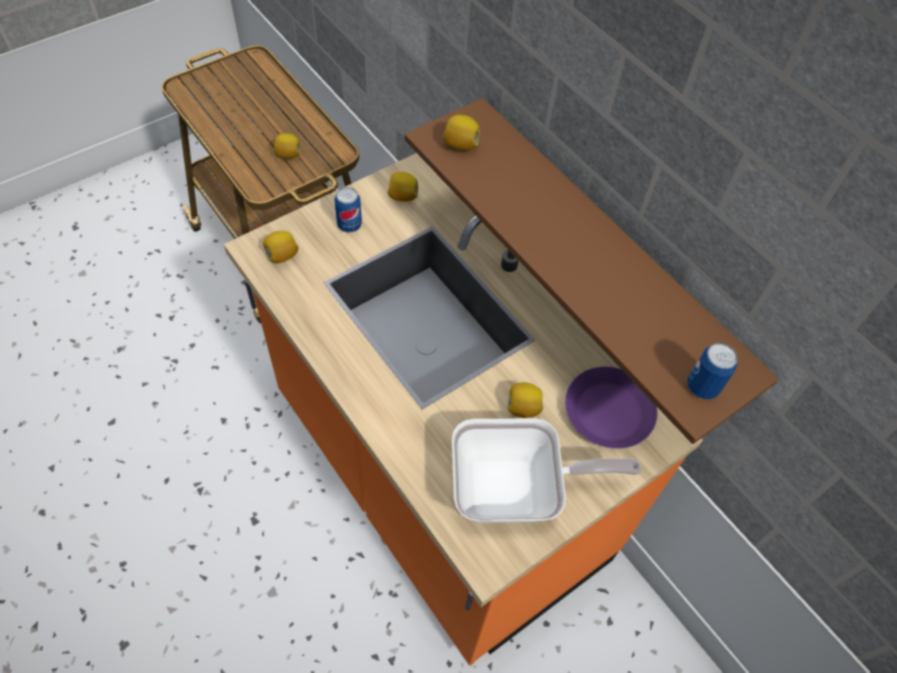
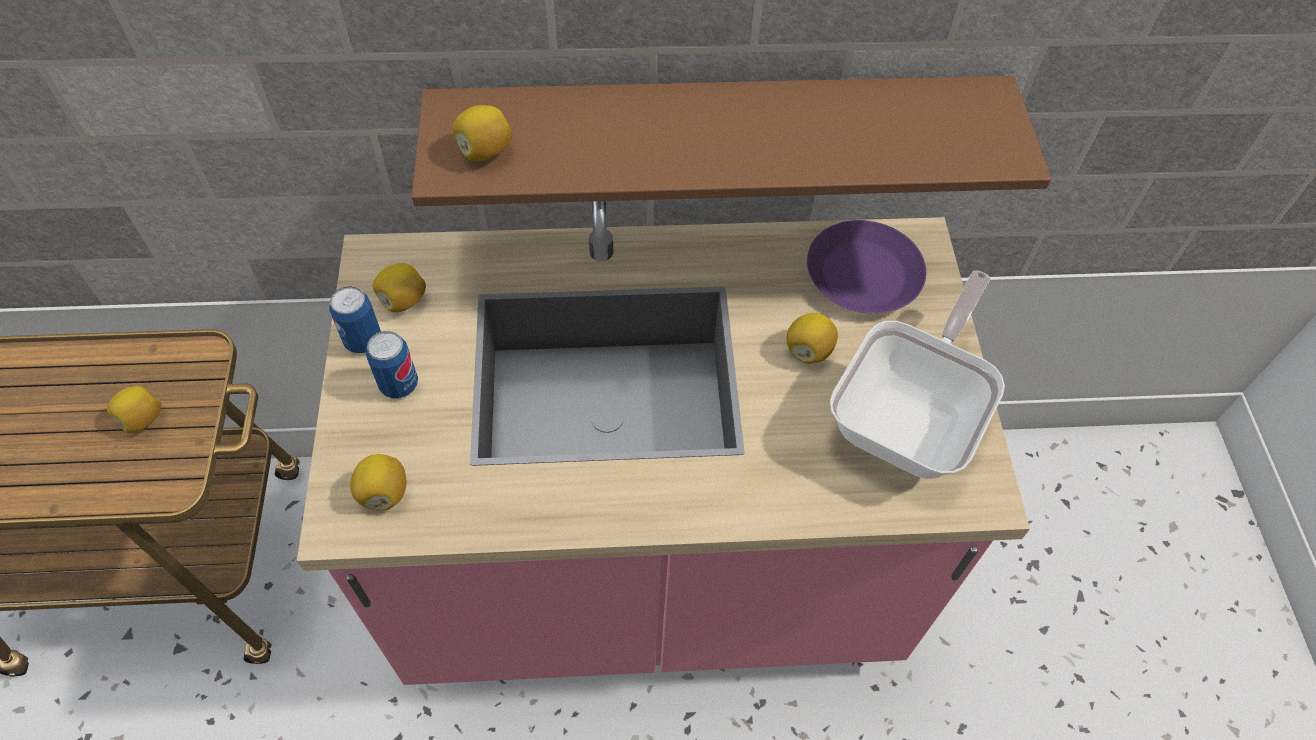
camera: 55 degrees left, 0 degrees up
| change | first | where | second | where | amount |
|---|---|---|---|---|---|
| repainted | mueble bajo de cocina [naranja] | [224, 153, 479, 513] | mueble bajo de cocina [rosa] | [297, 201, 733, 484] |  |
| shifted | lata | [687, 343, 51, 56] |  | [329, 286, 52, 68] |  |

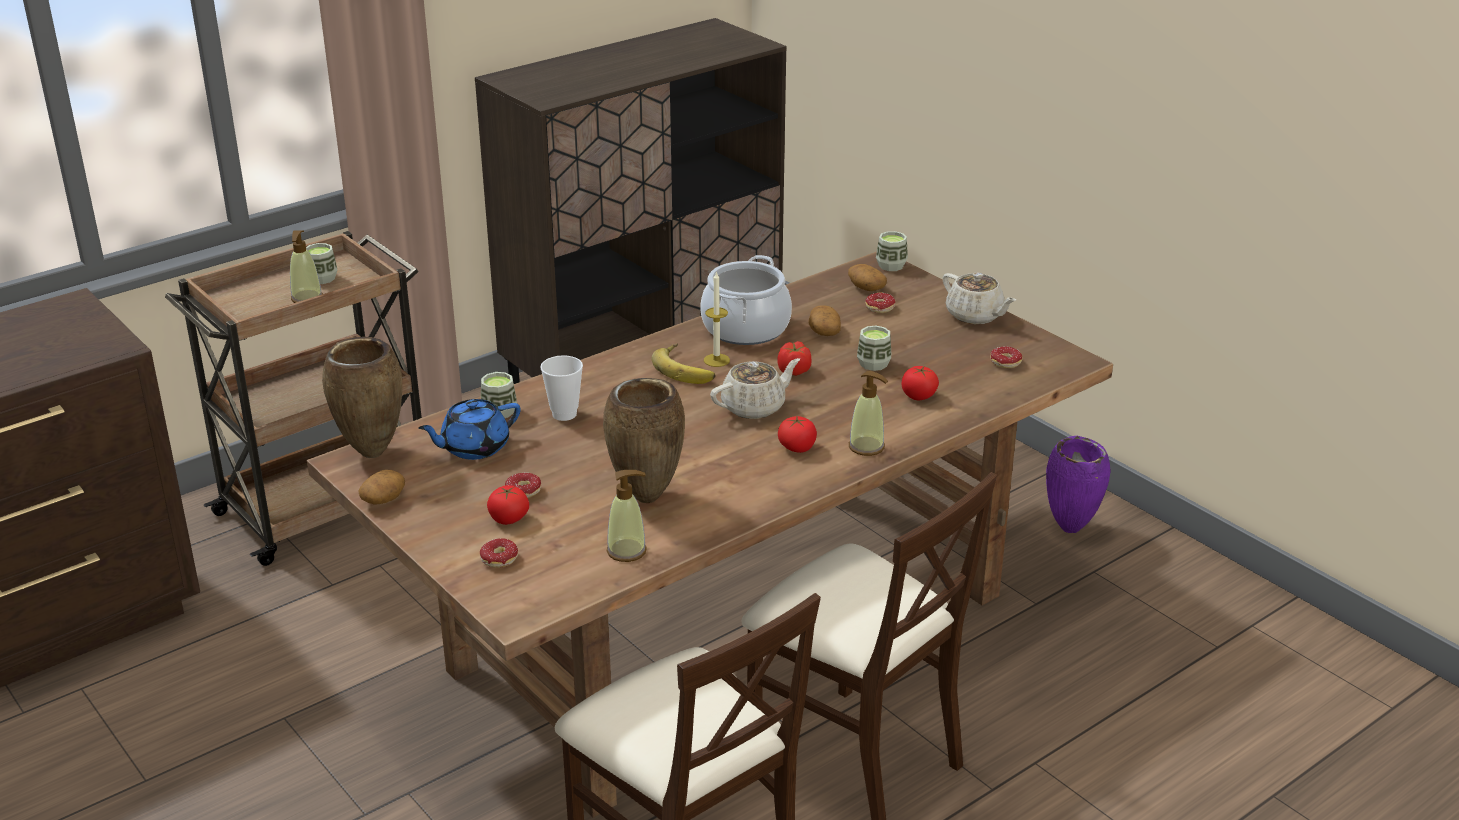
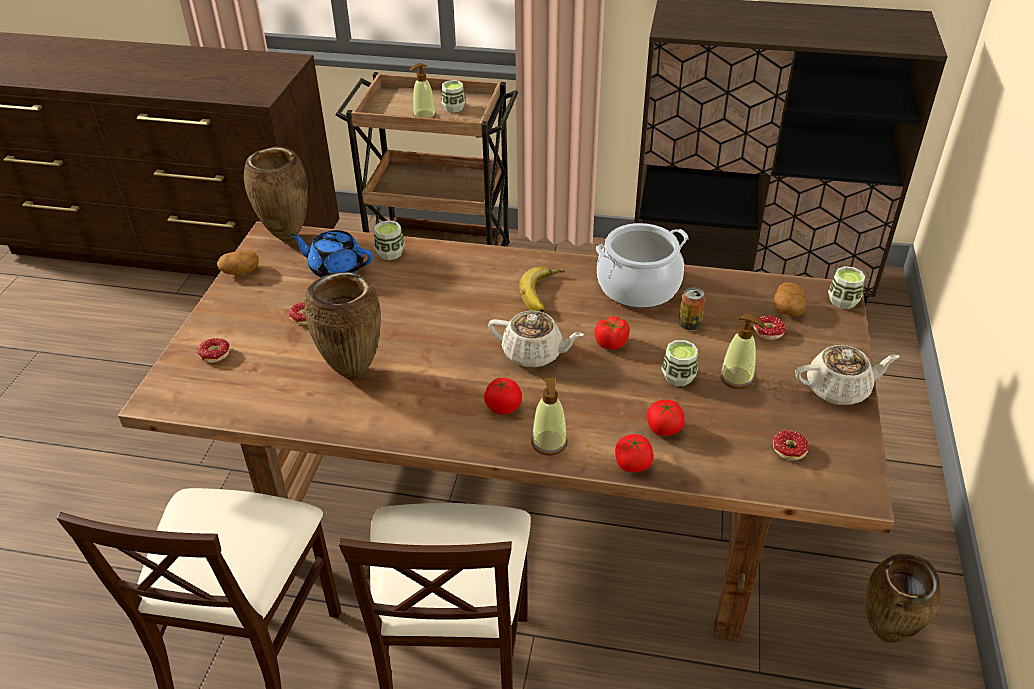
camera: 50 degrees right, 10 degrees up
| change | first | where | second | where | amount |
|---|---|---|---|---|---|
| shifted | tomate | [487, 485, 42, 40] |  | [615, 434, 38, 38] |  |
| swapped | patata | [808, 305, 33, 31] | lata | [679, 287, 27, 43] |  |
| shifted | dispensador de jabón | [607, 470, 40, 92] |  | [720, 313, 45, 76] |  |
| rotated | tetera [beis] | [943, 272, 73, 52] |  | [795, 345, 105, 60] | 105 degrees counterclockwise |
| repainted | florero [morado] | [1046, 436, 65, 97] | florero [marrón] | [866, 554, 76, 89] |  |
| gone | taza | [540, 355, 43, 66] |  |  |  |
| gone | vela | [704, 271, 26, 96] |  |  |  |

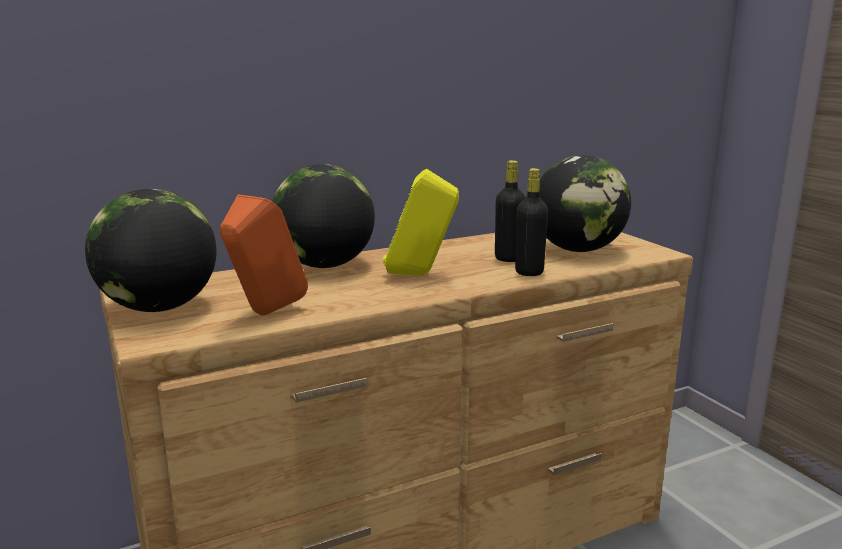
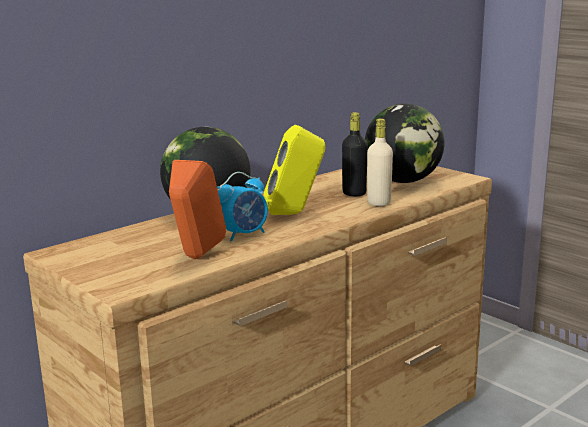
camera: 15 degrees left, 0 degrees up
| change | first | where | second | where | amount |
|---|---|---|---|---|---|
| new |  |  | despertador | [217, 172, 51, 69] |  |
| repainted | botella [negro] | [515, 168, 33, 108] | botella [beis] | [367, 118, 26, 88] |  |
| gone | globo terráqueo | [85, 189, 132, 123] |  |  |  |

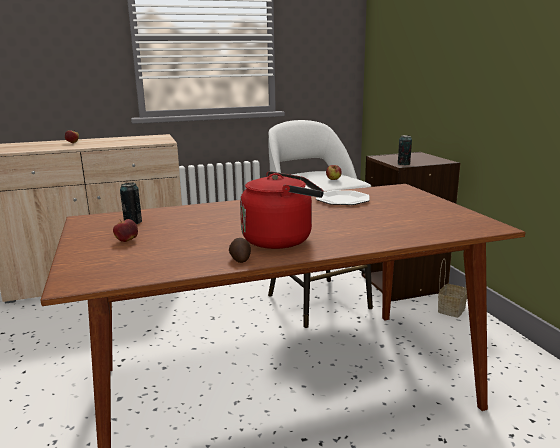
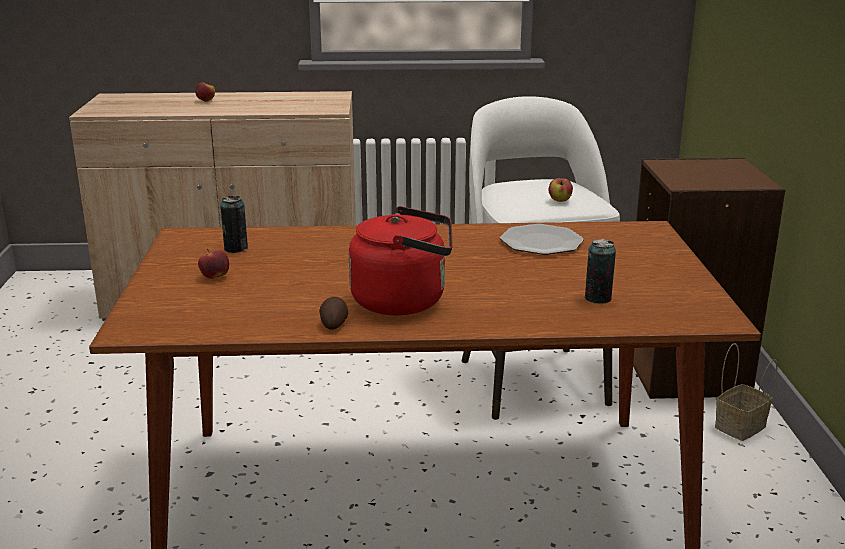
camera: 15 degrees right, 5 degrees up
| change | first | where | second | where | amount |
|---|---|---|---|---|---|
| shifted | lata | [397, 135, 15, 30] |  | [585, 239, 31, 65] |  |

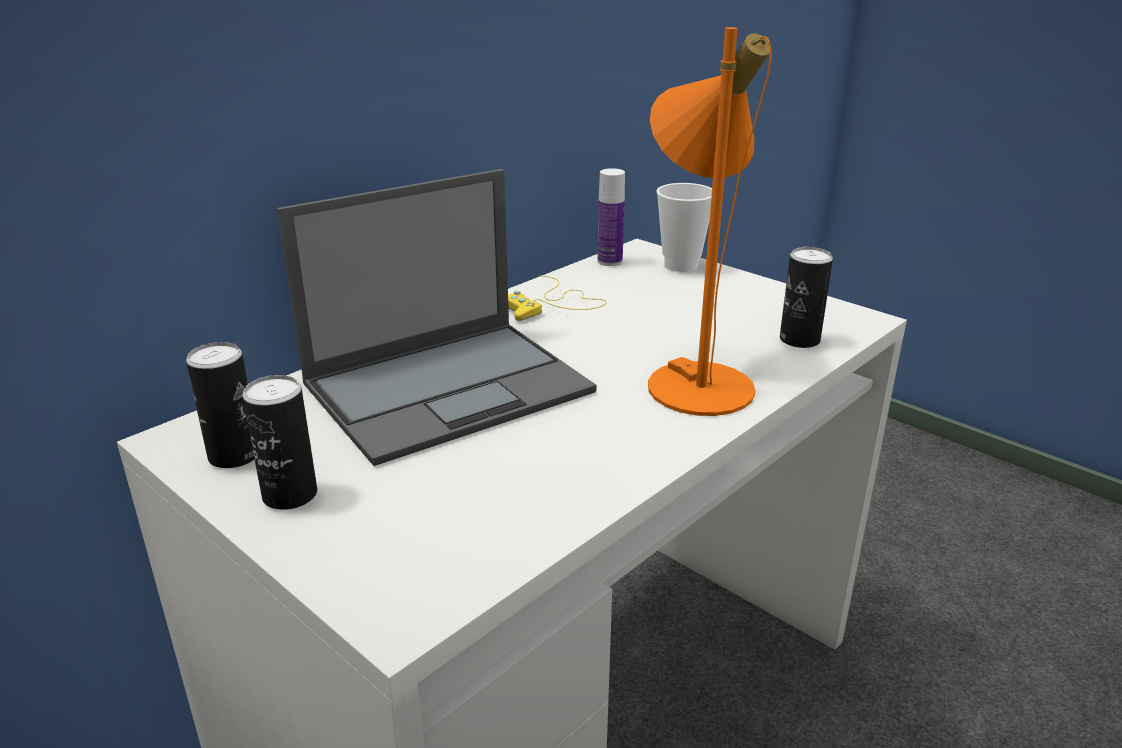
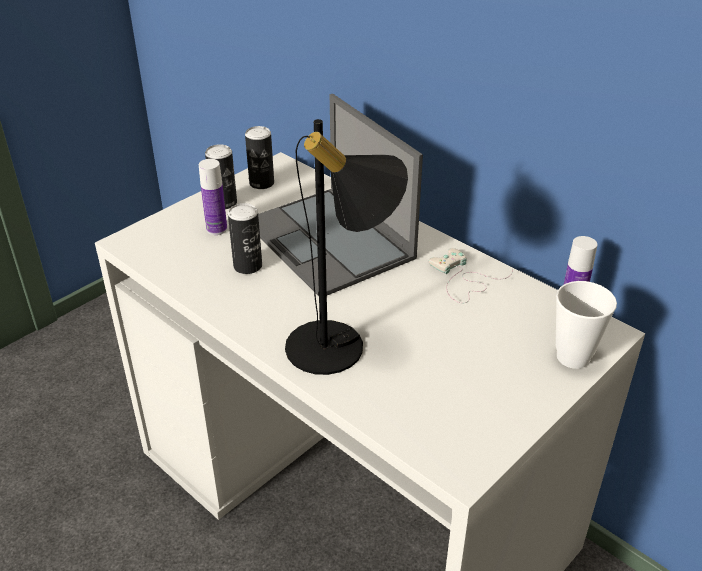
camera: 90 degrees right, 10 degrees up
| change | first | where | second | where | amount |
|---|---|---|---|---|---|
| new |  |  | botella | [199, 159, 28, 76] |  |
| shifted | lata | [780, 247, 53, 101] |  | [228, 203, 34, 71] |  |
| repainted | lámpara de mesa [naranja] | [648, 27, 124, 389] | lámpara de mesa [negro] | [285, 119, 123, 256] |  |
| repainted | mando de consola [amarillo] | [508, 275, 99, 46] | mando de consola [blanco] | [428, 248, 85, 55] |  |

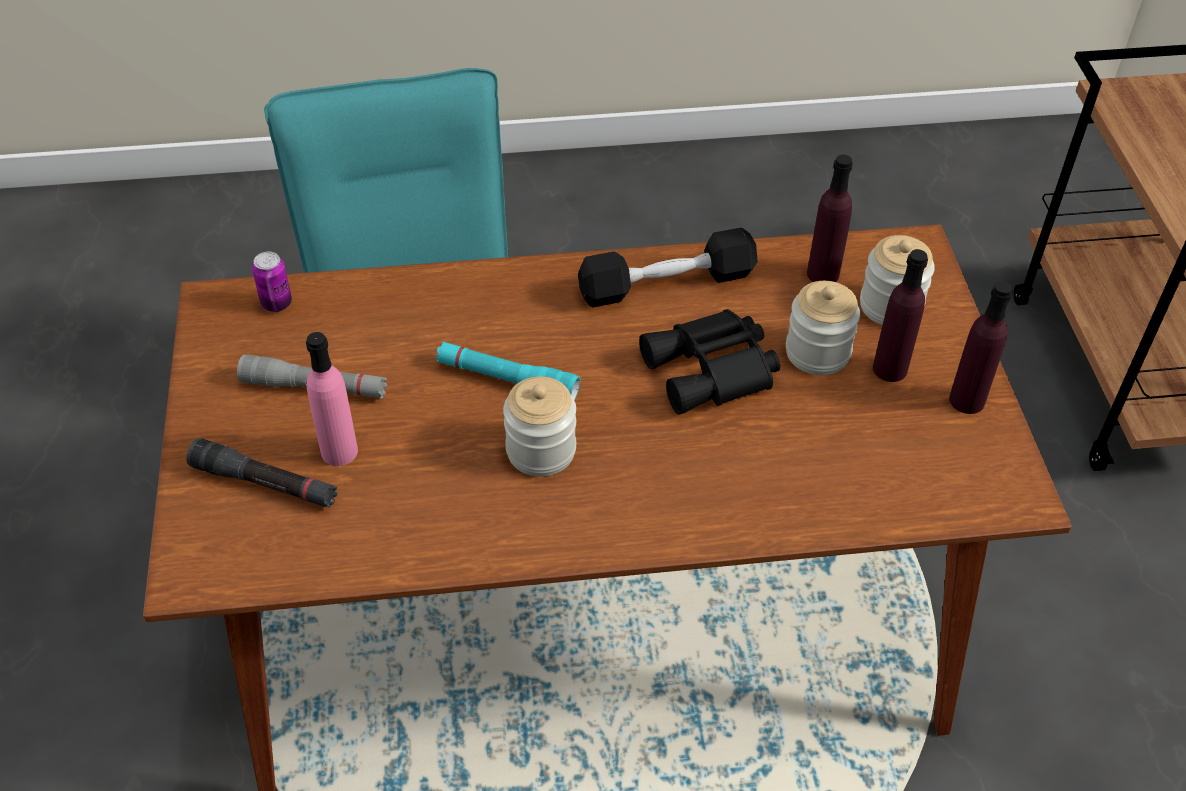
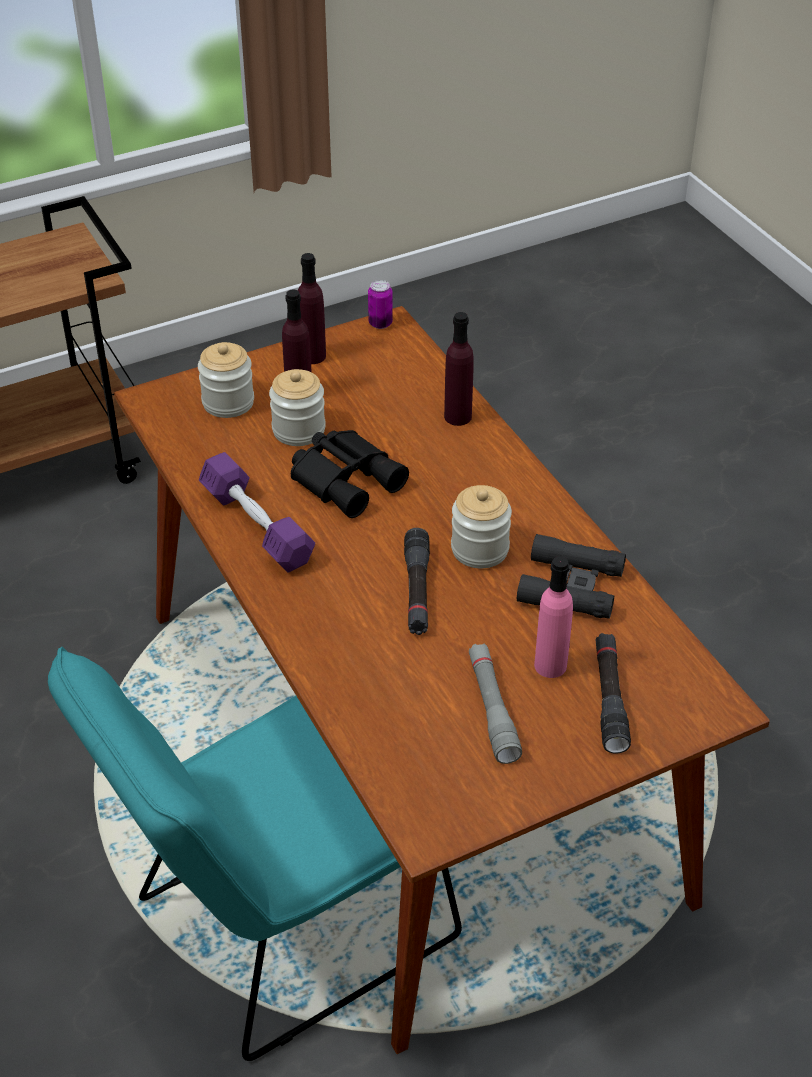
camera: 110 degrees left, 5 degrees down
| change | first | where | second | where | amount |
|---|---|---|---|---|---|
| repainted | mancuerna [negro] | [578, 228, 180, 80] | mancuerna [morado] | [199, 452, 116, 120] |  |
| shifted | lata | [252, 252, 40, 60] |  | [368, 280, 25, 49] |  |
| repainted | linterna [turquesa] | [436, 342, 144, 59] | linterna [negro] | [404, 528, 26, 107] |  |
| shifted | botella [morado] | [807, 155, 46, 127] |  | [444, 312, 30, 114] |  |
| new |  |  | prismáticos [negro] | [517, 534, 109, 85] |  |

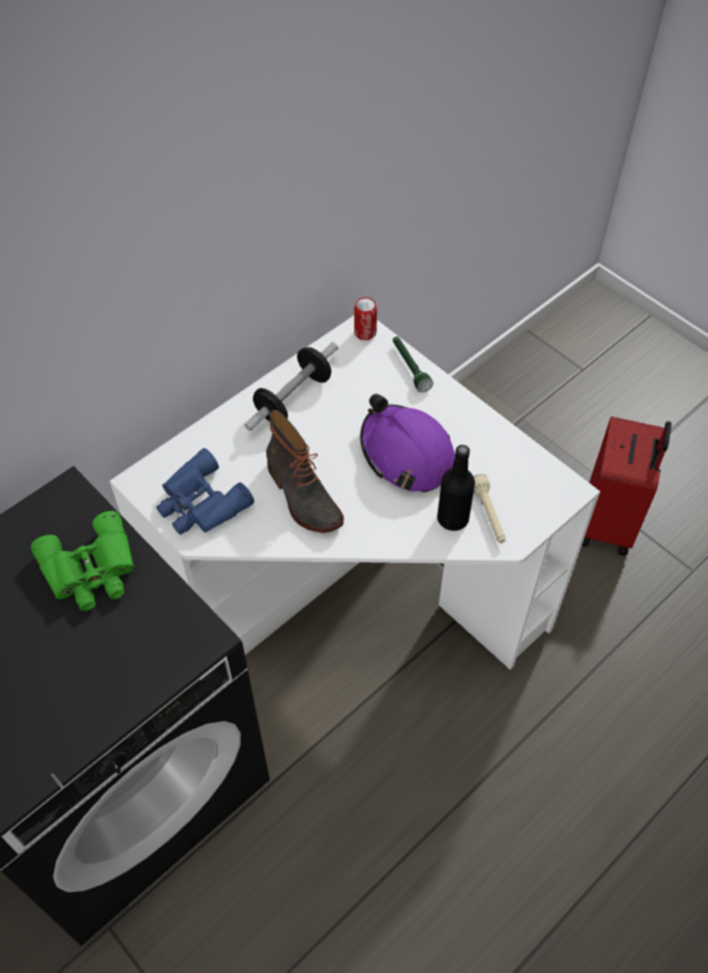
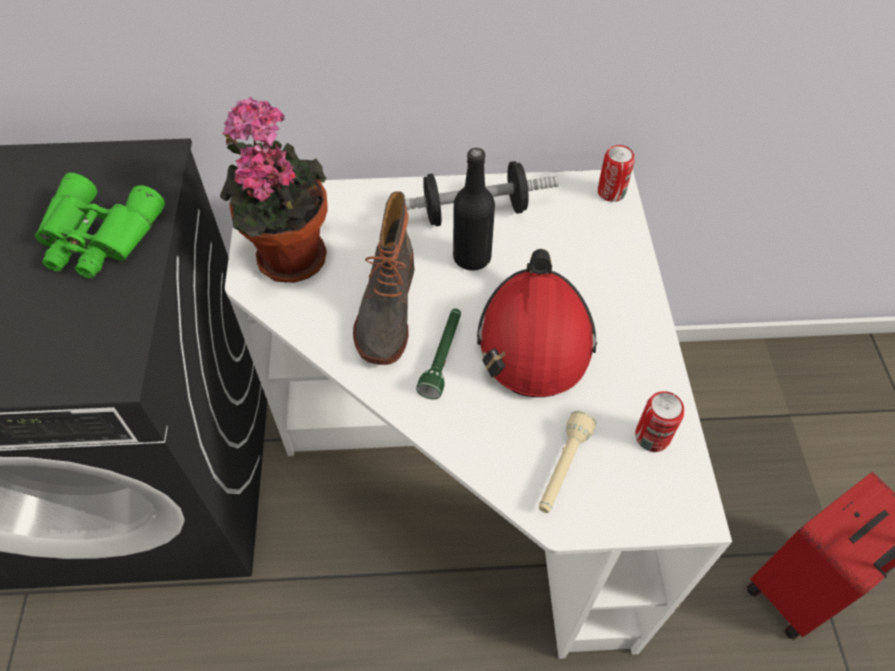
camera: 40 degrees right, 0 degrees up
| change | first | where | second | where | amount |
|---|---|---|---|---|---|
| swapped | prismáticos [azul] | [156, 448, 98, 87] | planta en maceta | [220, 97, 107, 186] |  |
| shifted | linterna [verde] | [393, 337, 40, 55] |  | [416, 309, 45, 90] |  |
| shifted | botella [negro] | [437, 445, 38, 86] |  | [453, 148, 42, 123] |  |
| repainted | casco [morado] | [360, 394, 95, 98] | casco [rojo] | [477, 249, 120, 148] |  |
| new |  |  | lata | [635, 391, 49, 61] |  |

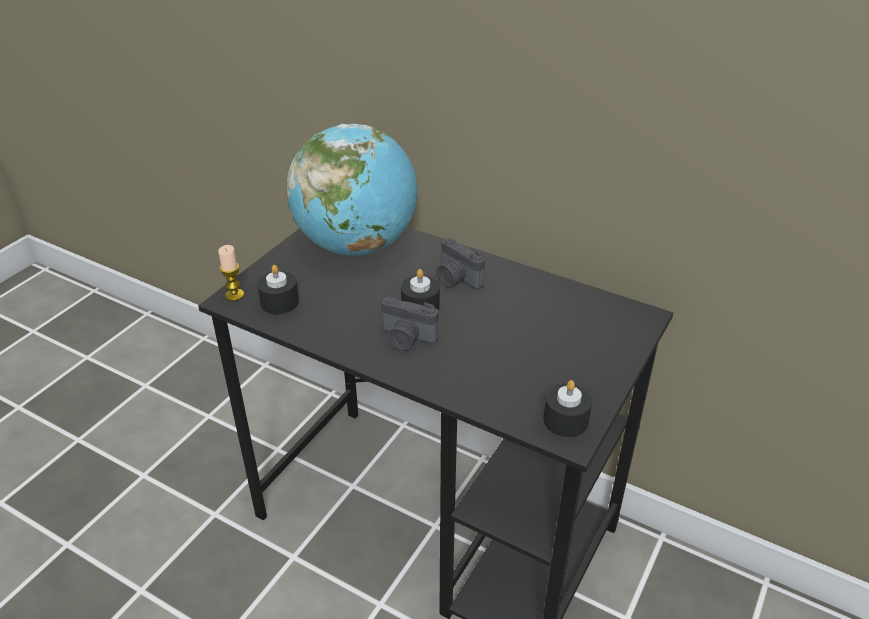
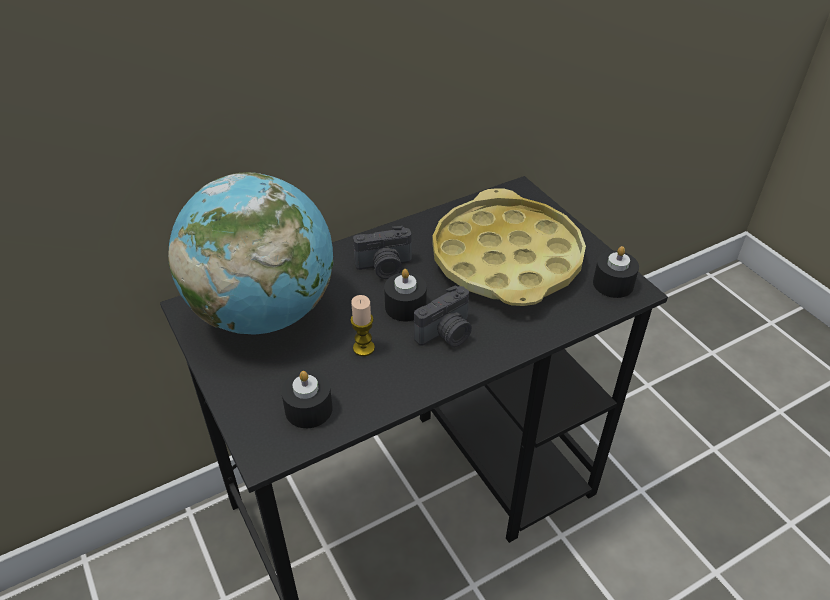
camera: 60 degrees left, 5 degrees up
| change | first | where | second | where | amount |
|---|---|---|---|---|---|
| shifted | vela | [218, 245, 26, 56] |  | [350, 295, 25, 61] |  |
| new |  |  | bandeja [amarillo] | [432, 188, 154, 118] |  |

